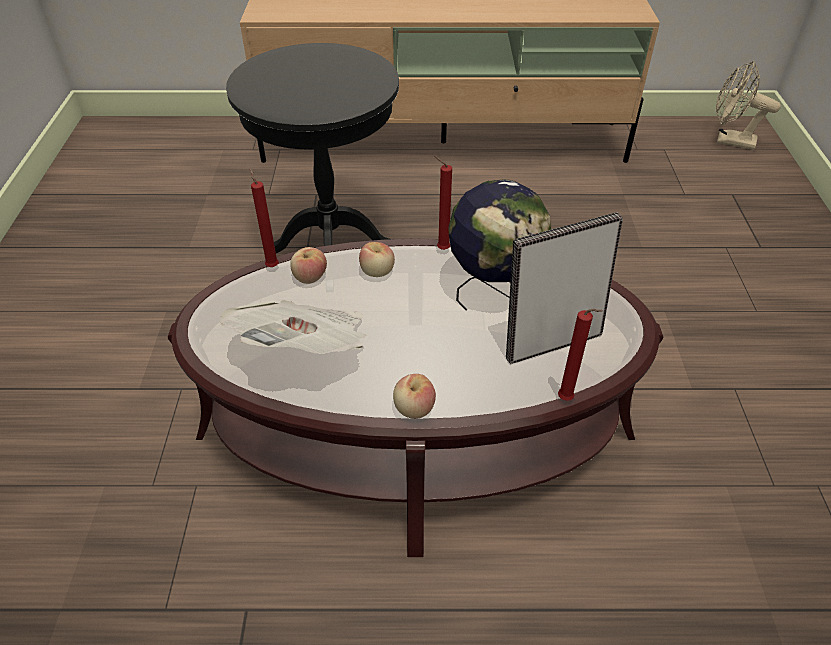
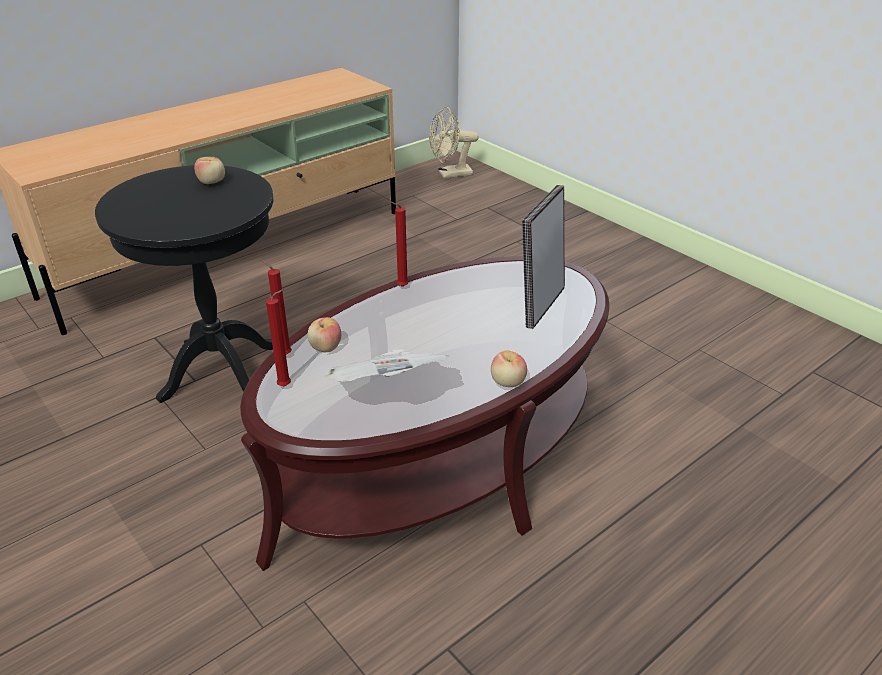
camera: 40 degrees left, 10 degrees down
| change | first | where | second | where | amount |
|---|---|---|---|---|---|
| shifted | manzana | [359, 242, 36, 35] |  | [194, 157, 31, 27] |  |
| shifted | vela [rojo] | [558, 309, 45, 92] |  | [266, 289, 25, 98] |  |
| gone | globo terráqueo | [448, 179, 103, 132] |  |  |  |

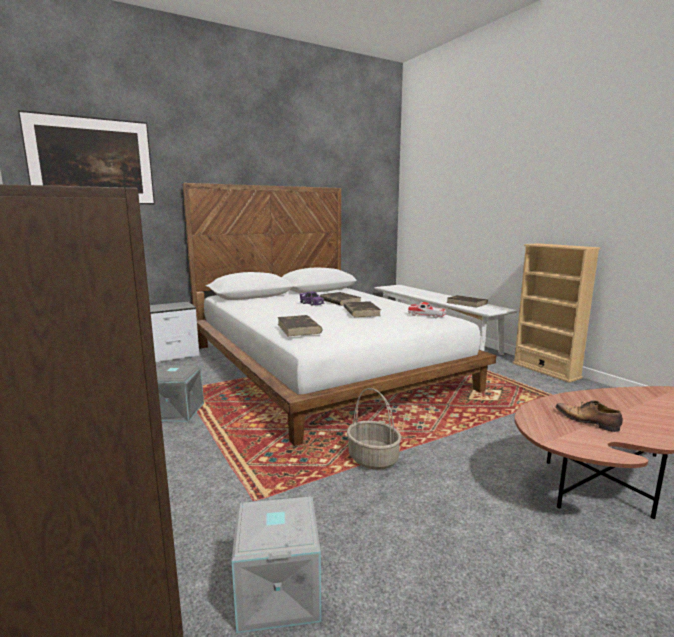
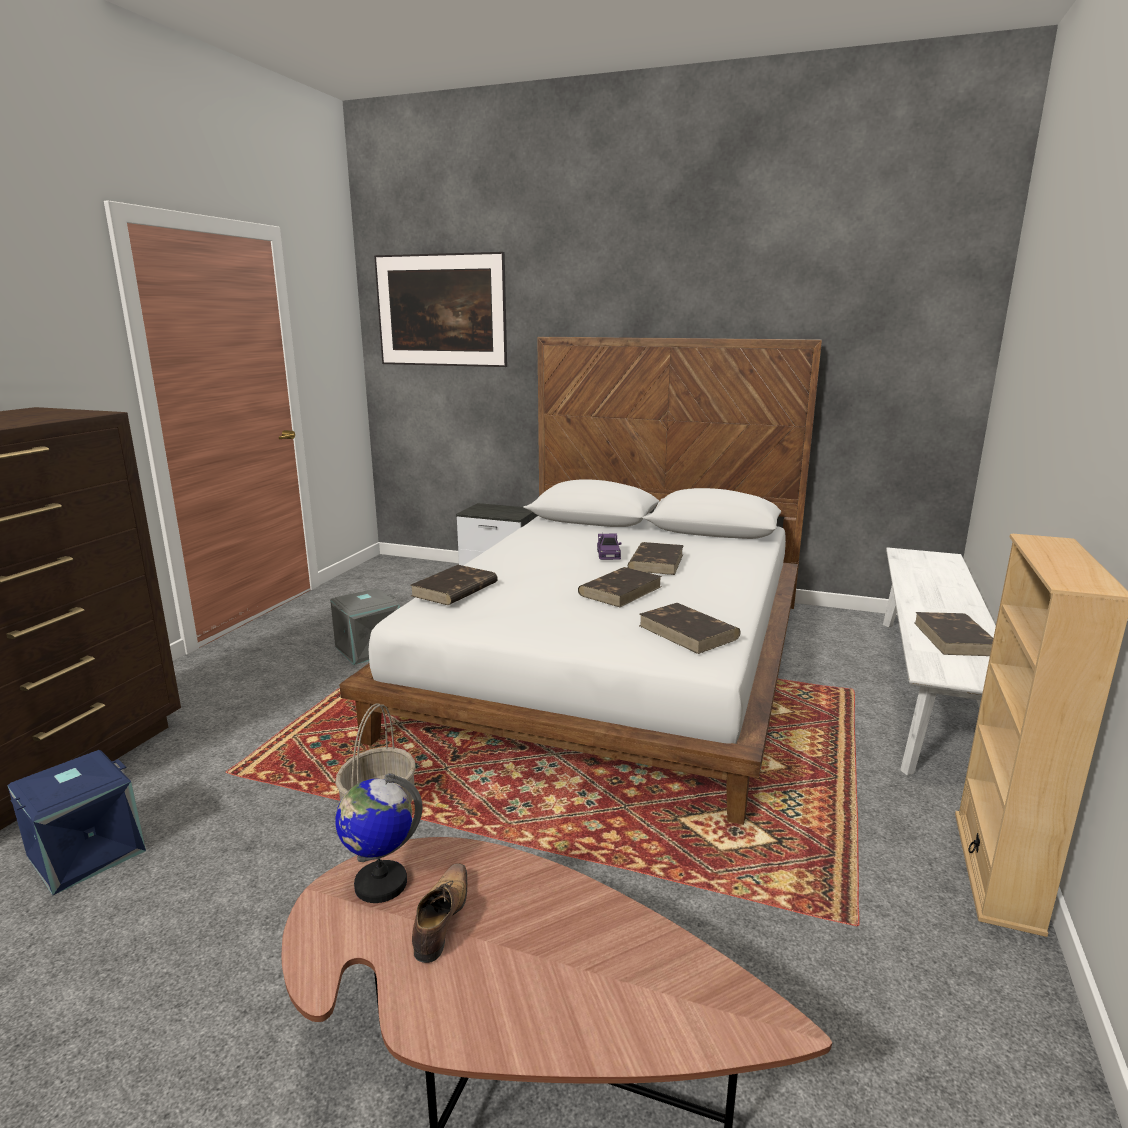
camera: 50 degrees right, 5 degrees up
| change | first | where | second | where | amount |
|---|---|---|---|---|---|
| repainted | caja de almacenaje [gris] | [232, 495, 89, 138] | caja de almacenaje [azul] | [7, 750, 139, 145] |  |
| new |  |  | globo terráqueo | [335, 773, 87, 130] |  |
| swapped | coche de juguete | [408, 302, 38, 16] | libro [marrón] | [639, 603, 102, 51] |  |

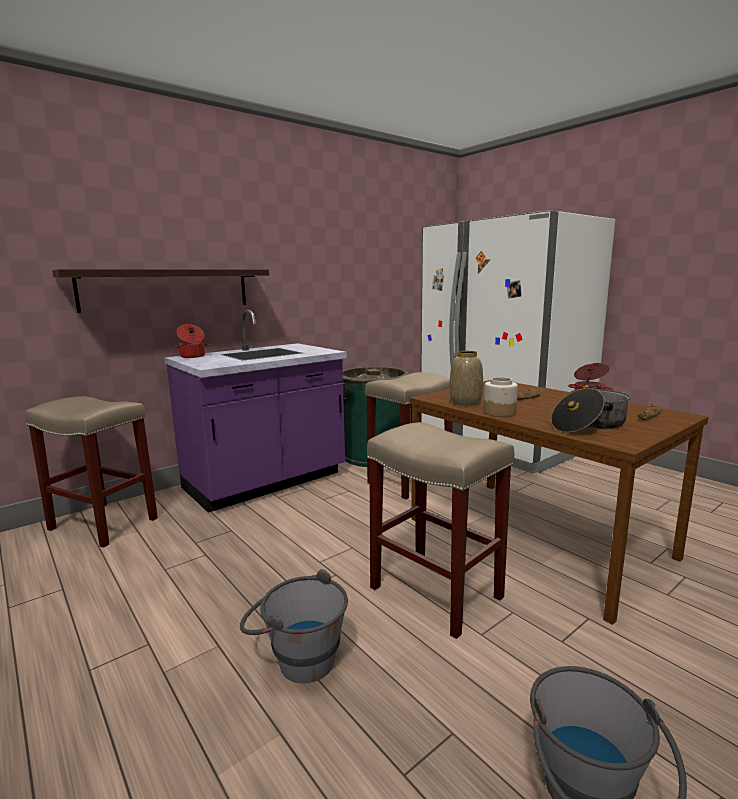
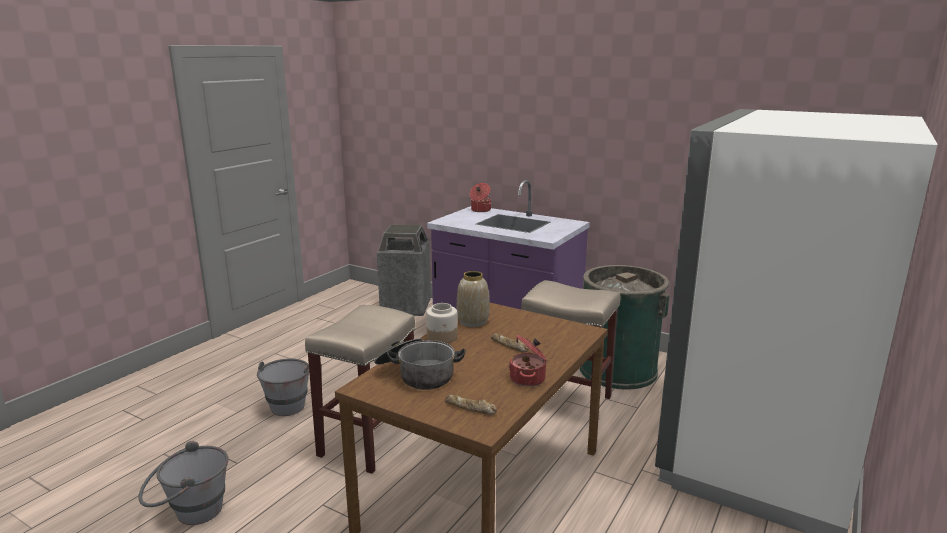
camera: 70 degrees right, 5 degrees up
| change | first | where | second | where | amount |
|---|---|---|---|---|---|
| swapped | taburete [beis] | [25, 396, 133, 152] | papelera | [377, 224, 54, 92] |  |
| gone | estante | [52, 269, 217, 44] |  |  |  |

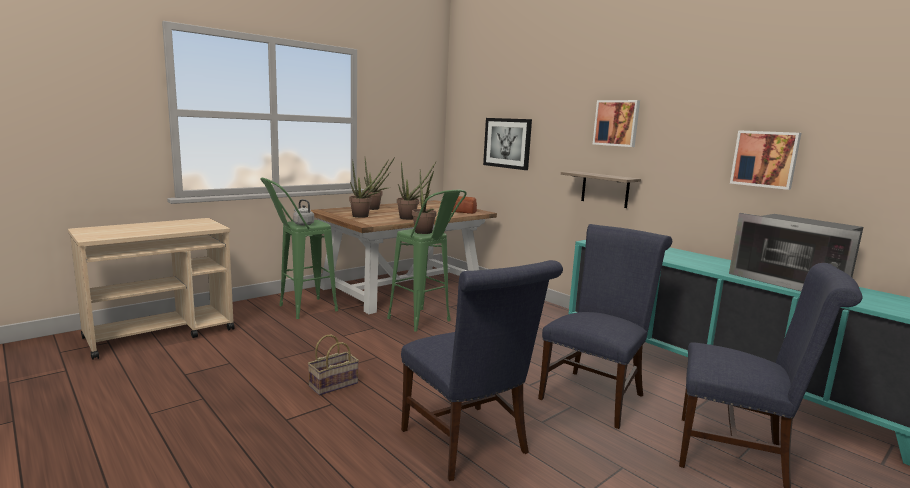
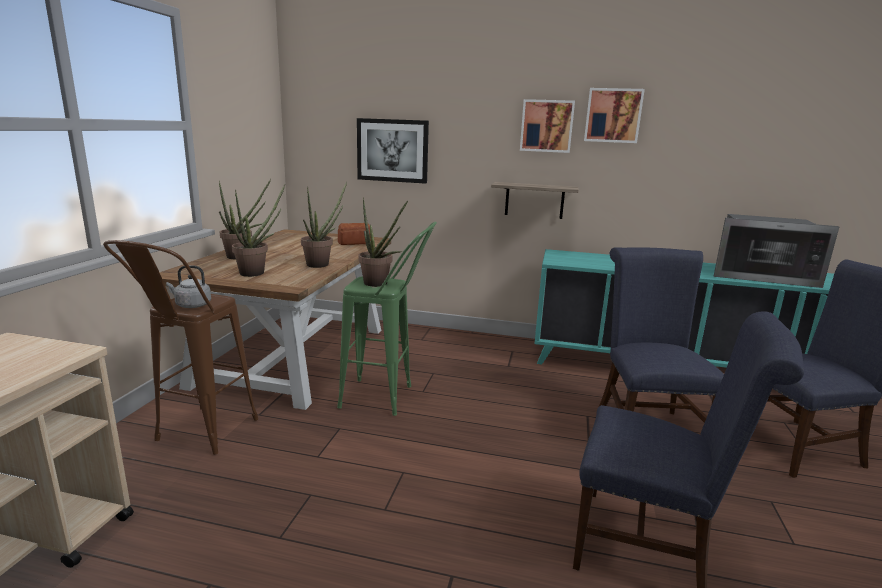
camera: 35 degrees left, 5 degrees up
| change | first | where | second | where | amount |
|---|---|---|---|---|---|
| repainted | taburete [verde] | [260, 178, 78, 141] | taburete [marrón] | [103, 240, 155, 215] |  |
| shifted | cuadro | [730, 130, 71, 60] |  | [584, 88, 61, 55] |  |
| gone | cesta | [308, 335, 51, 61] |  |  |  |

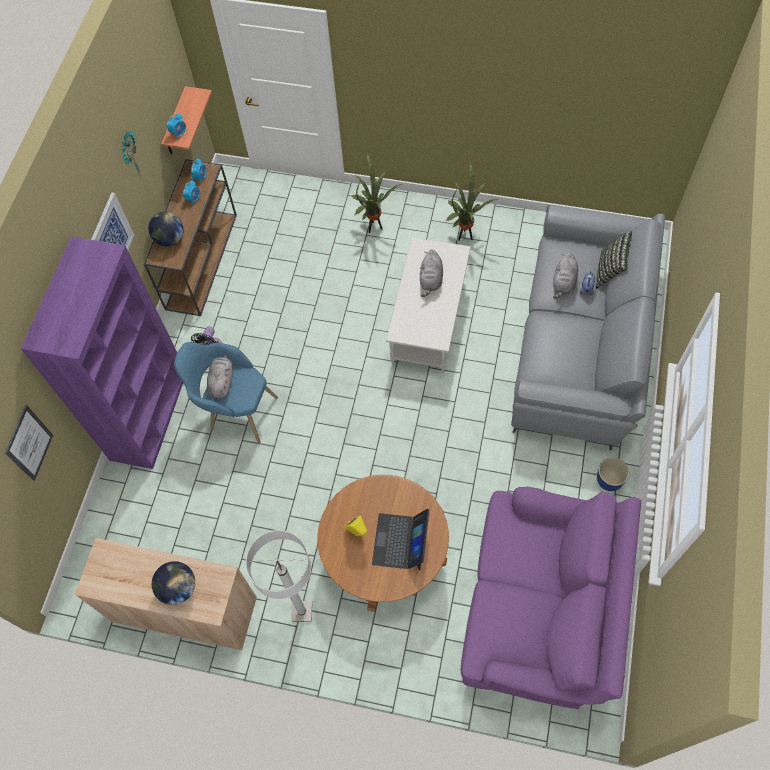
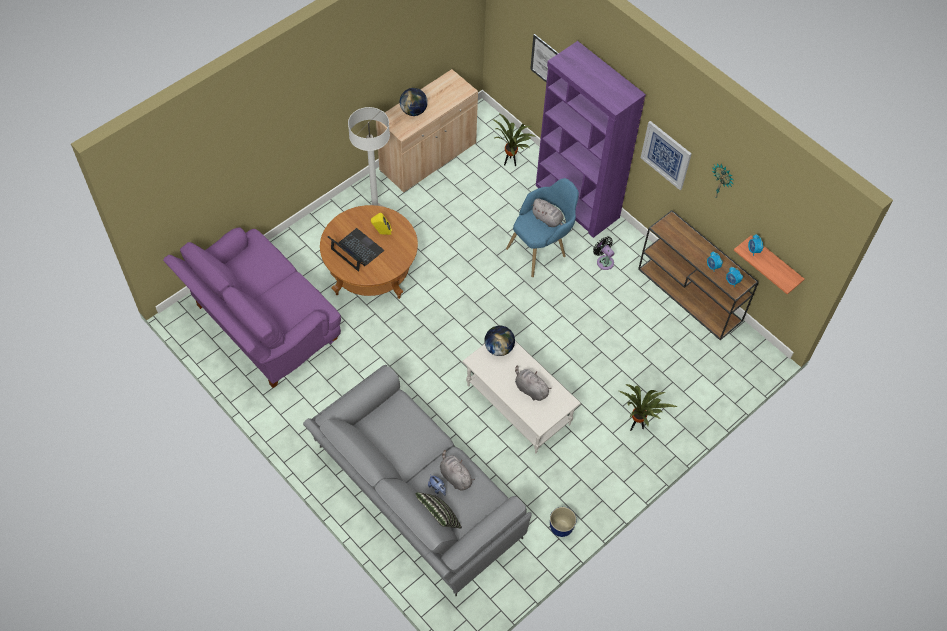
camera: 120 degrees right, 5 degrees down
| change | first | where | second | where | amount |
|---|---|---|---|---|---|
| shifted | globo terráqueo | [148, 212, 36, 34] |  | [484, 326, 31, 30] |  |
| shifted | planta en maceta | [446, 162, 53, 79] |  | [493, 114, 43, 52] |  |
| shifted | maceta | [597, 458, 32, 33] |  | [550, 507, 26, 30] |  |

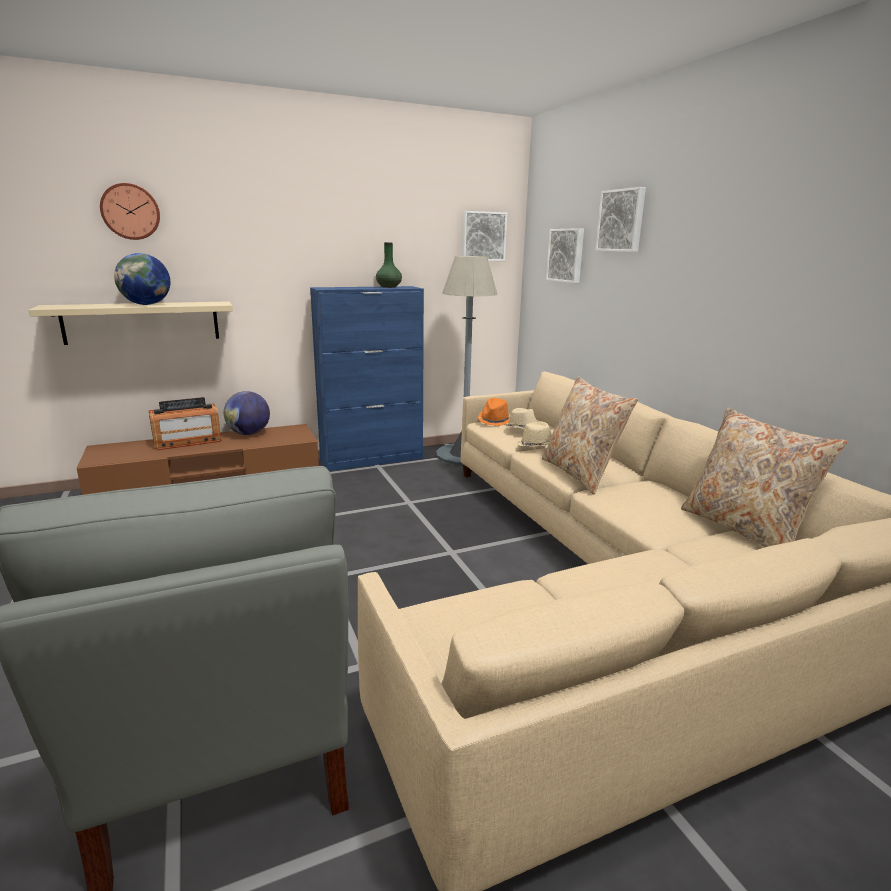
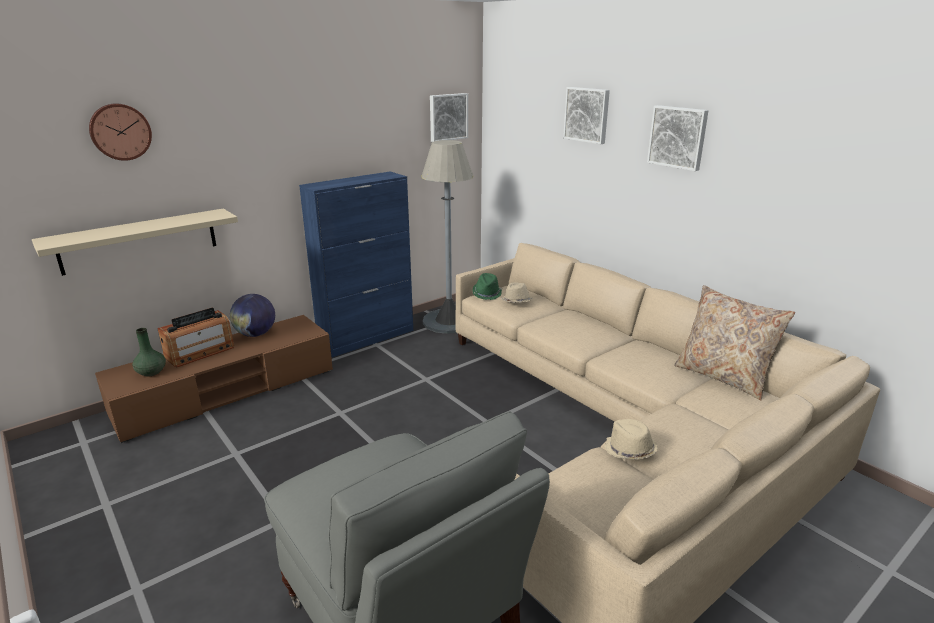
camera: 15 degrees left, 5 degrees up
| change | first | where | second | where | amount |
|---|---|---|---|---|---|
| shifted | florero [verde] | [376, 242, 26, 46] |  | [132, 328, 34, 48] |  |
| repainted | sombrero [naranja] | [478, 398, 32, 28] | sombrero [verde] | [473, 273, 29, 27] |  |
| shifted | sombrero [beis] | [517, 421, 35, 26] |  | [604, 419, 54, 41] |  |
| shifted | cuadro | [546, 228, 38, 55] |  | [647, 105, 62, 66] |  |
| gone | globo terráqueo | [114, 253, 56, 52] |  |  |  |
| gone | cojín [beis] | [542, 376, 96, 118] |  |  |  |

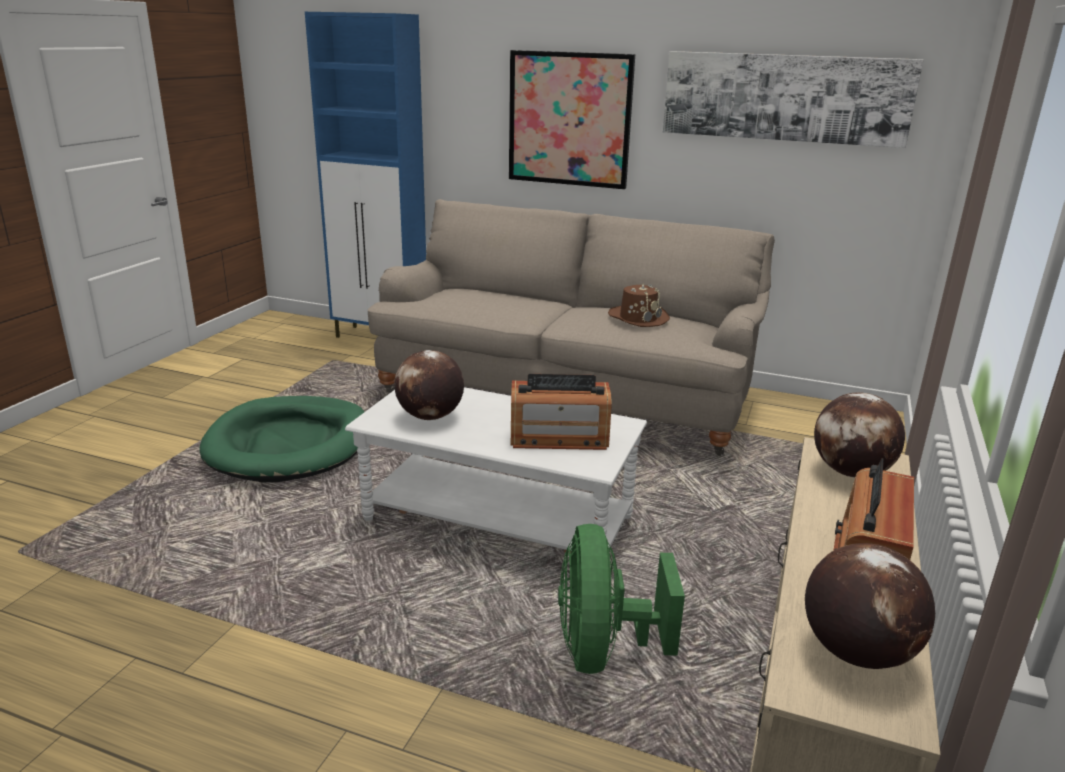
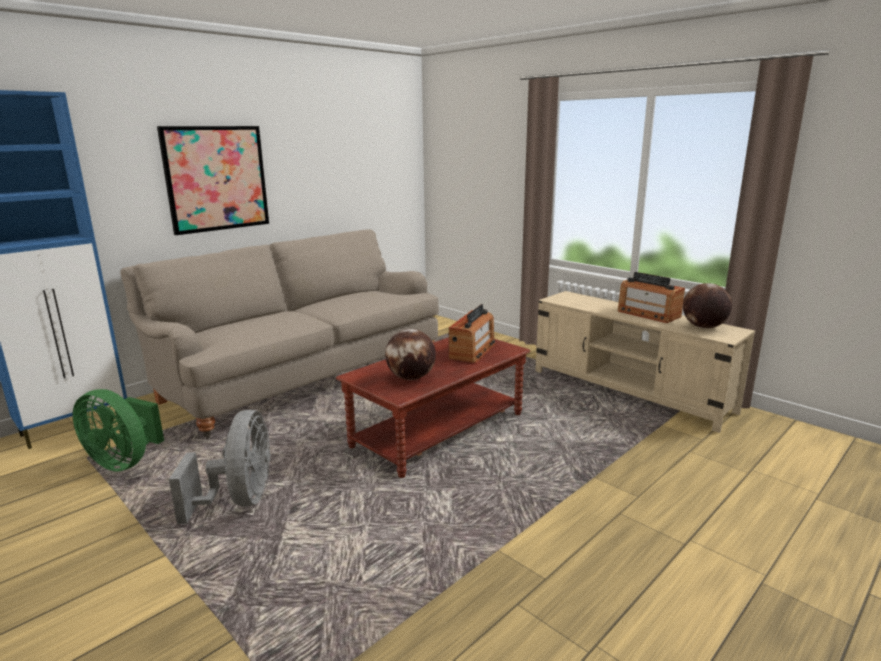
camera: 65 degrees left, 5 degrees down
| change | first | where | second | where | amount |
|---|---|---|---|---|---|
| shifted | ventilador [verde] | [558, 524, 127, 150] |  | [73, 389, 91, 83] |  |
| swapped | cama para perro [verde] | [199, 396, 165, 87] | ventilador [gris] | [169, 410, 102, 114] |  |
| repainted | mesa de centro [blanco] | [345, 387, 302, 166] | mesa de centro [marrón] | [336, 337, 194, 141] |  |
| gone | sombrero [marrón] | [608, 284, 62, 43] |  |  |  |
| gone | cuadro | [663, 51, 261, 97] |  |  |  |
| gone | globo terráqueo | [814, 392, 91, 85] |  |  |  |

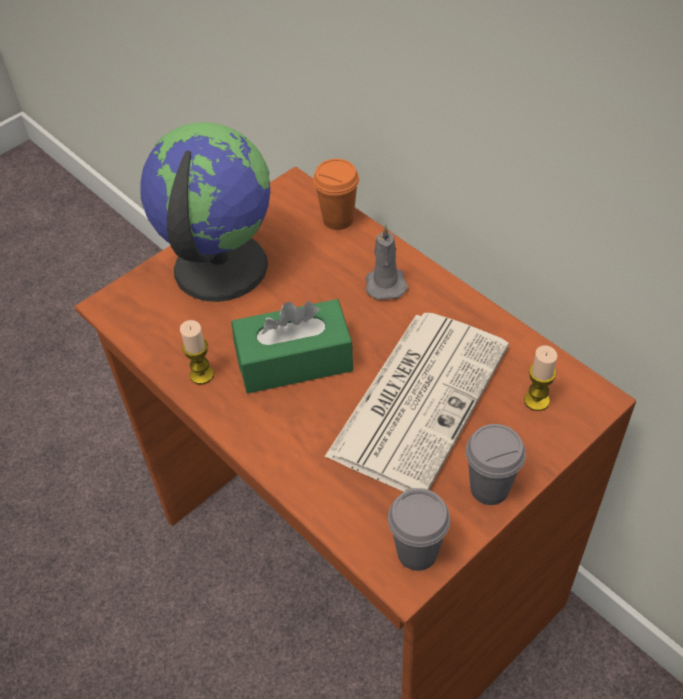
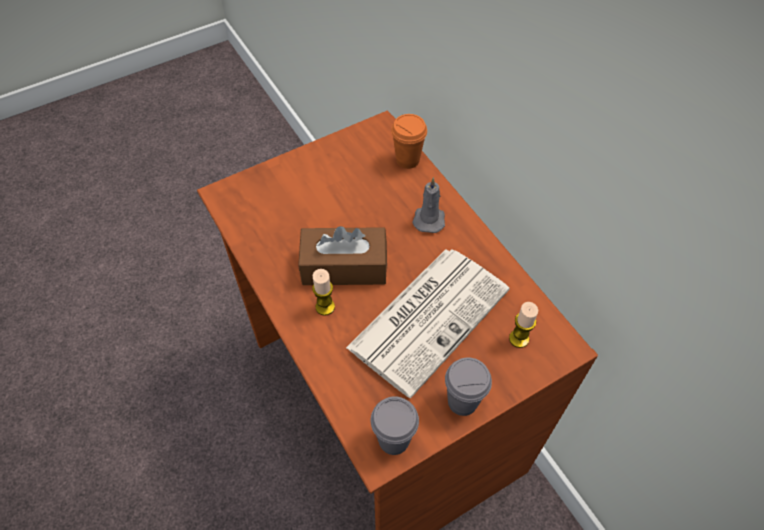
camera: 10 degrees right, 5 degrees up
| change | first | where | second | where | amount |
|---|---|---|---|---|---|
| repainted | caja de pañuelos [verde] | [231, 299, 122, 94] | caja de pañuelos [marrón] | [298, 226, 89, 59] |  |
| shifted | vela | [180, 320, 34, 64] |  | [312, 269, 23, 47] |  |
| gone | globo terráqueo | [140, 122, 130, 180] |  |  |  |

